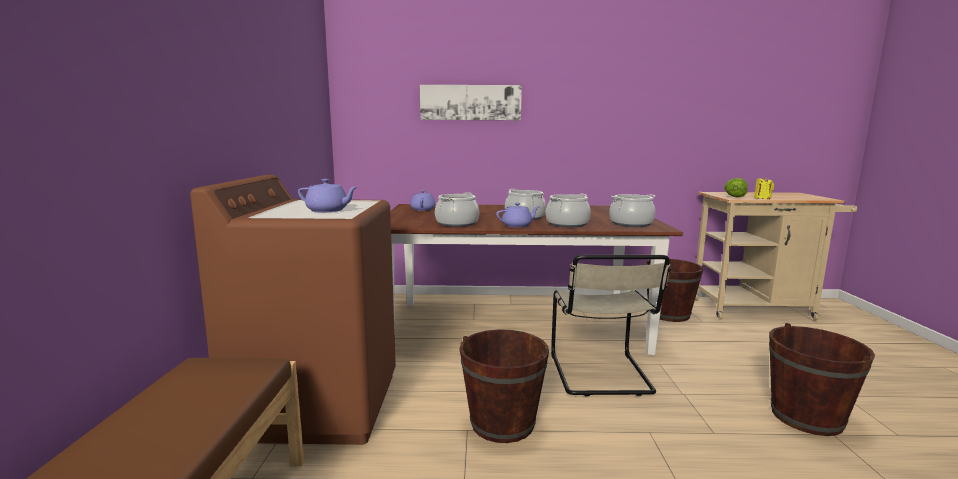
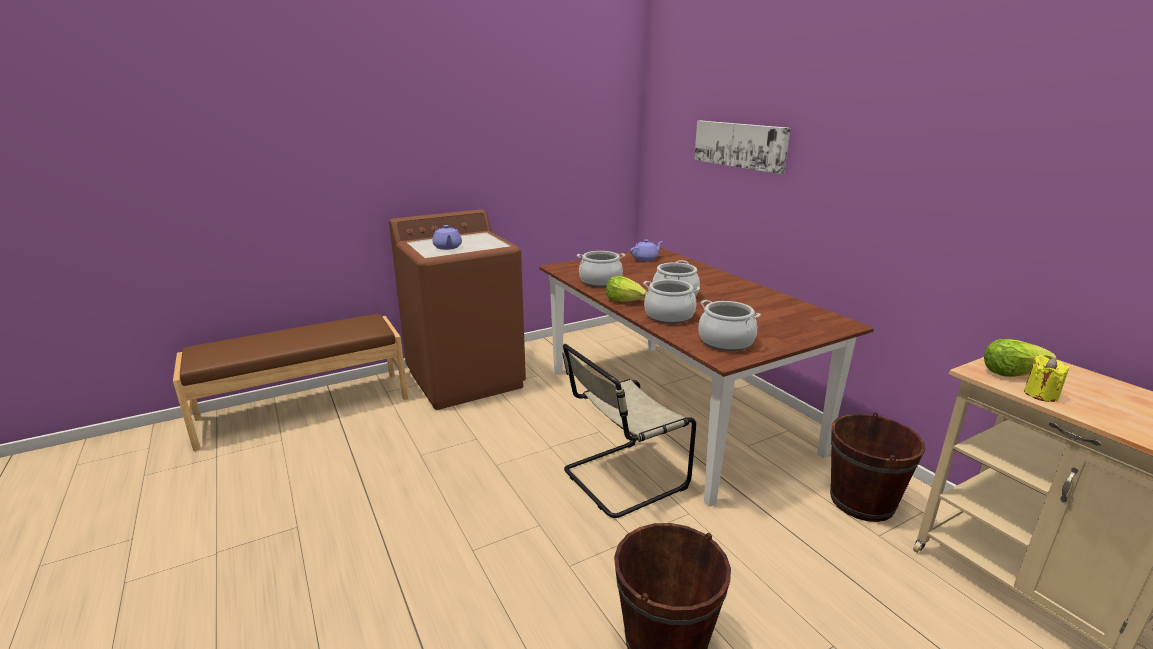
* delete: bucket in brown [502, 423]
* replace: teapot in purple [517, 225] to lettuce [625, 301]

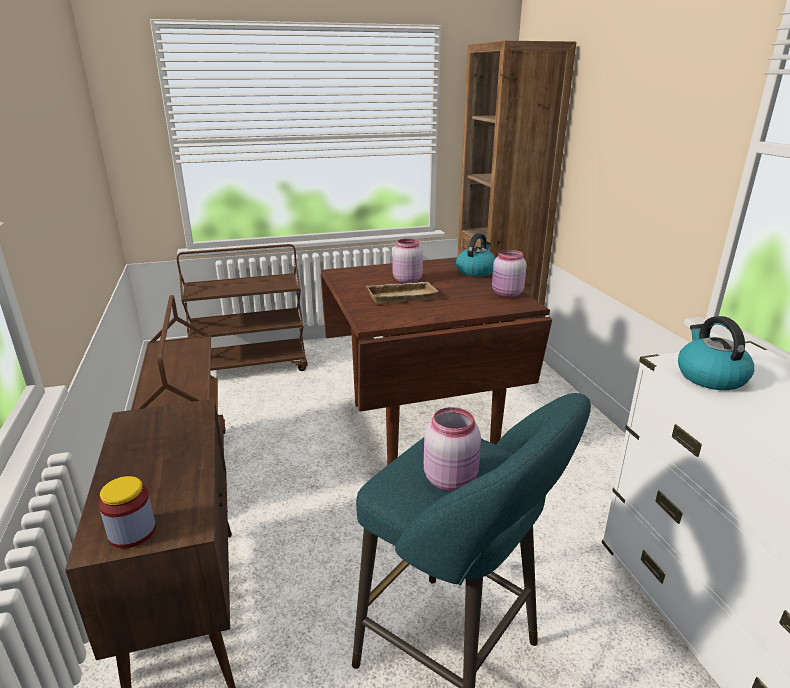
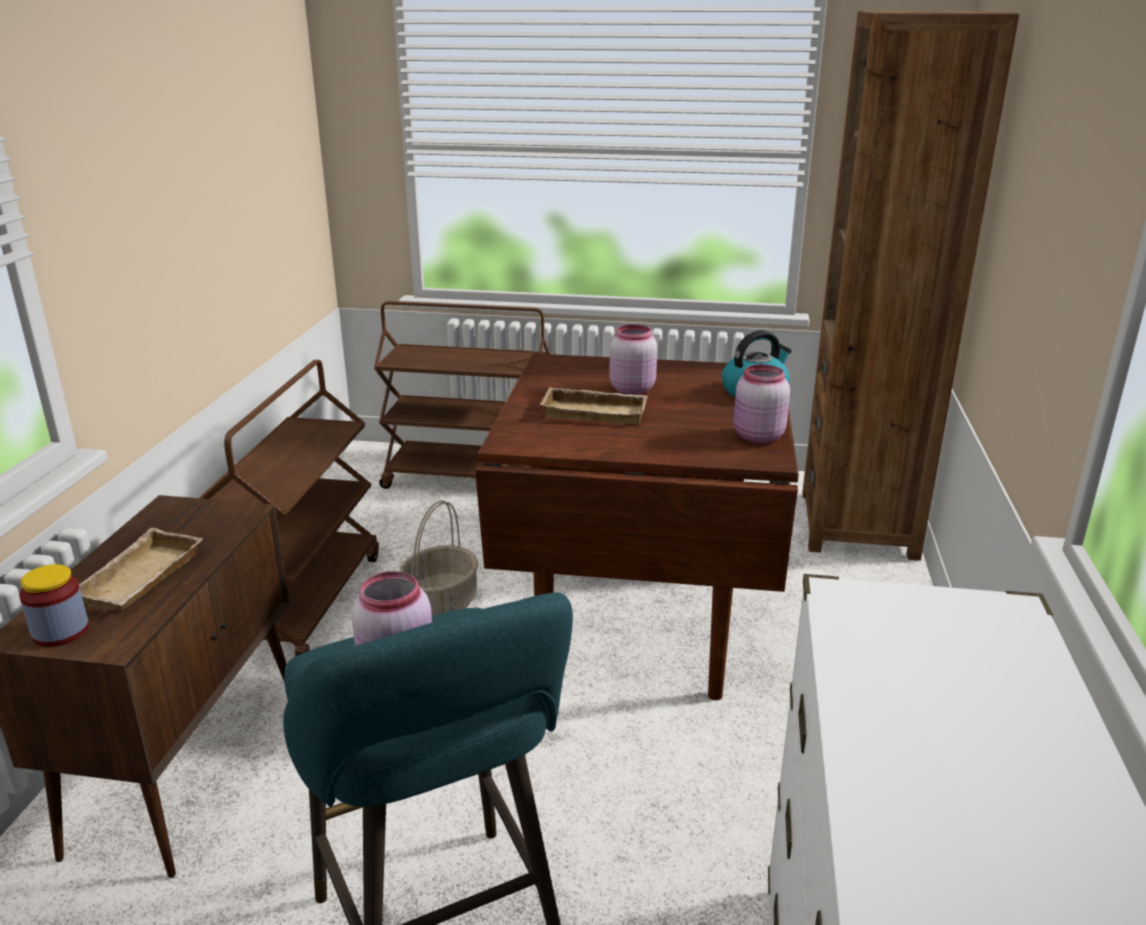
* delete: kettle [709, 376]
* insert: tray in beige [142, 580]
* insert: basket [440, 602]

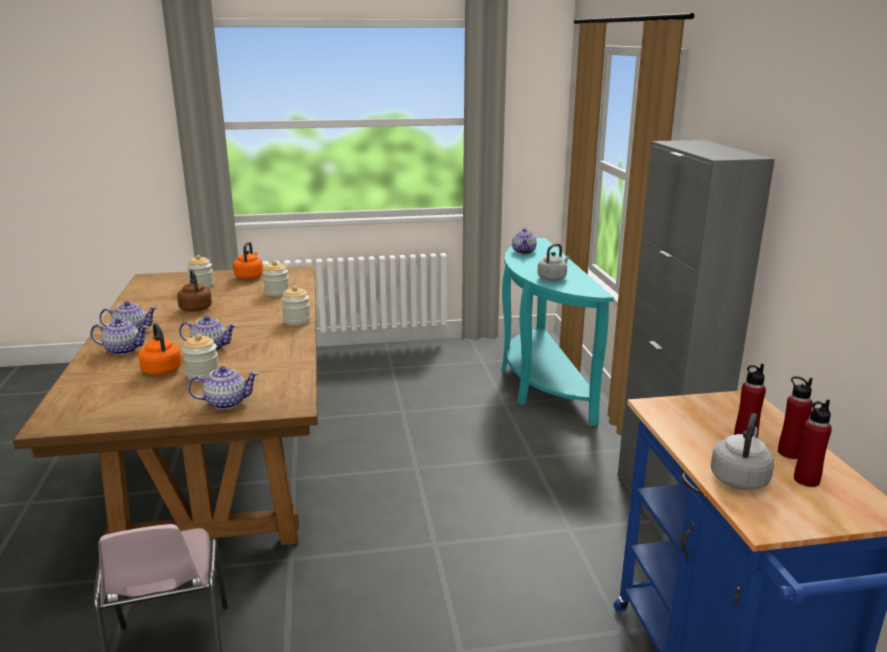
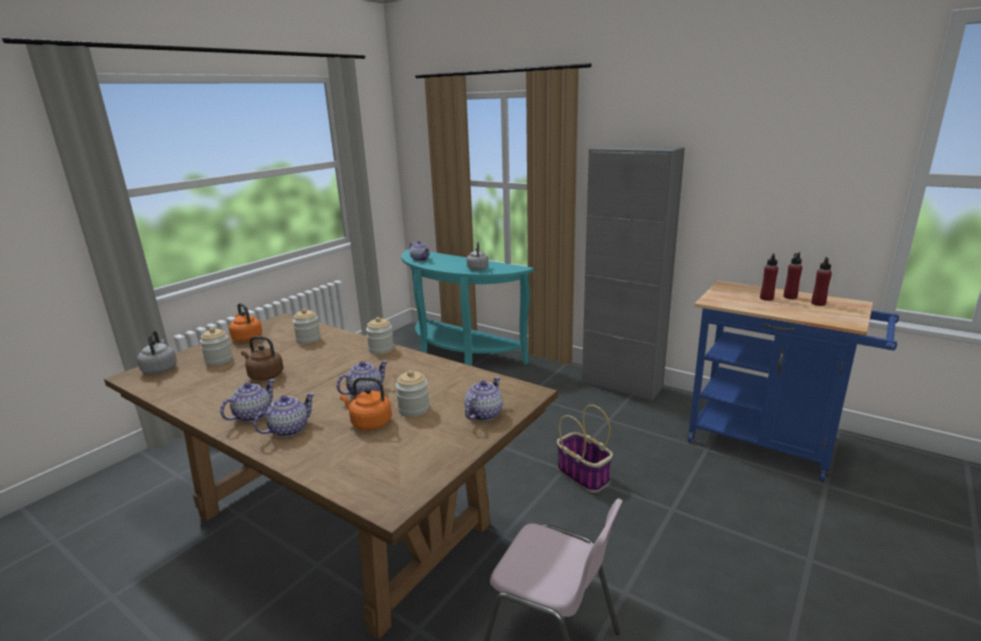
* insert: basket [584, 475]
* move: kettle in grey [739, 478] to [160, 369]

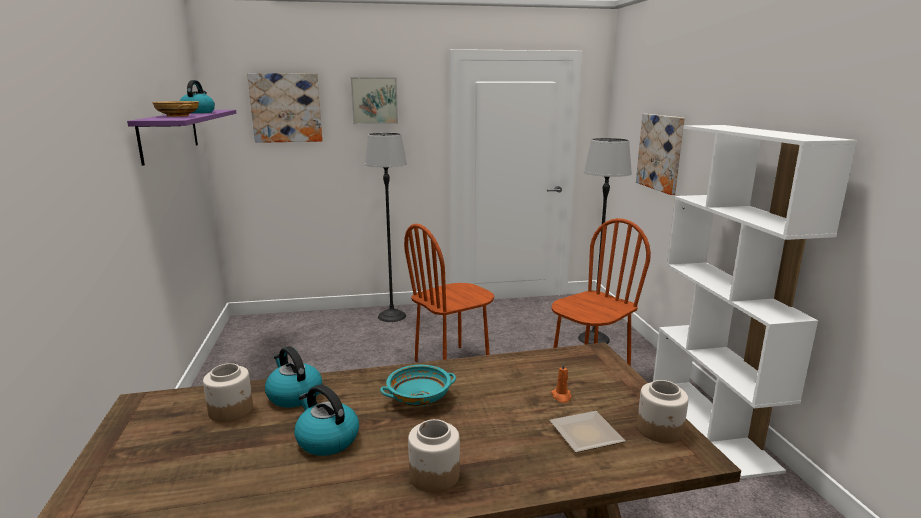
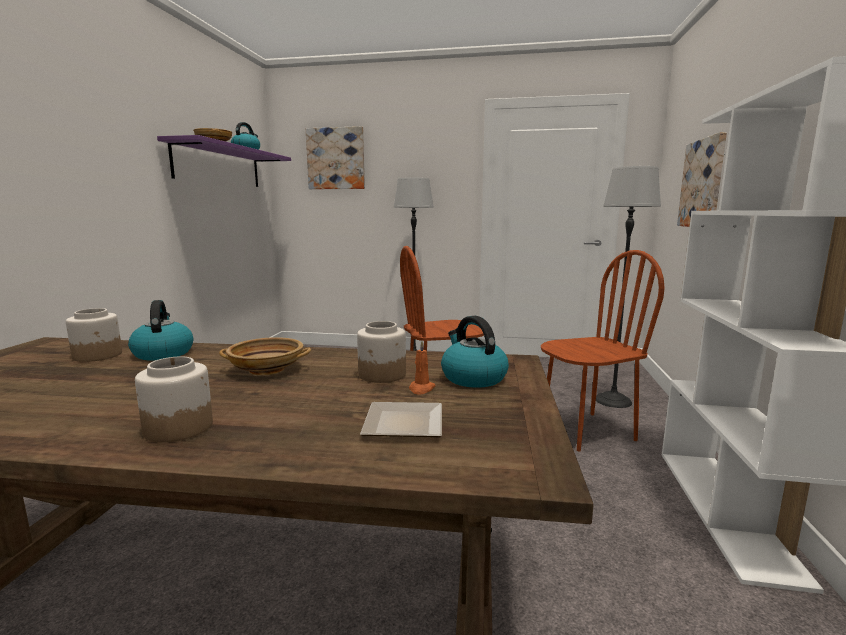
* delete: picture [374, 100]
* move: kettle [326, 439] to [472, 377]
* move: jar [660, 430] to [382, 375]
* recolor: bowl in turquoise [419, 398] to bowl in beige [268, 369]

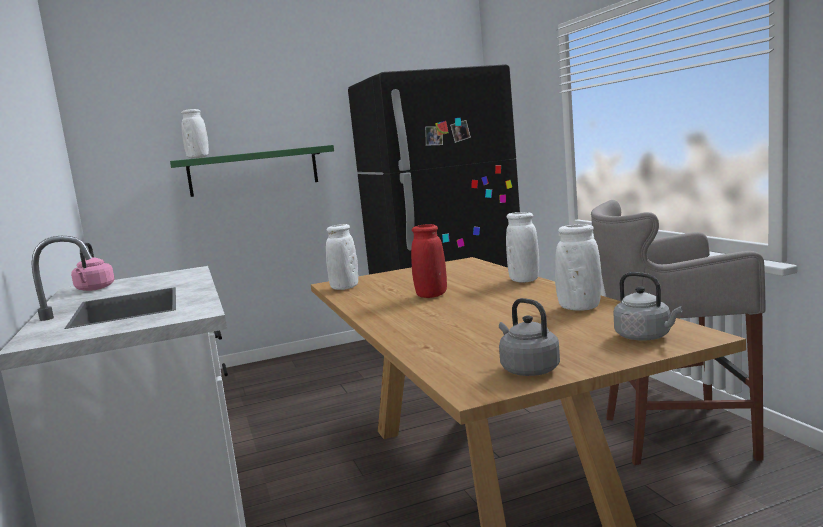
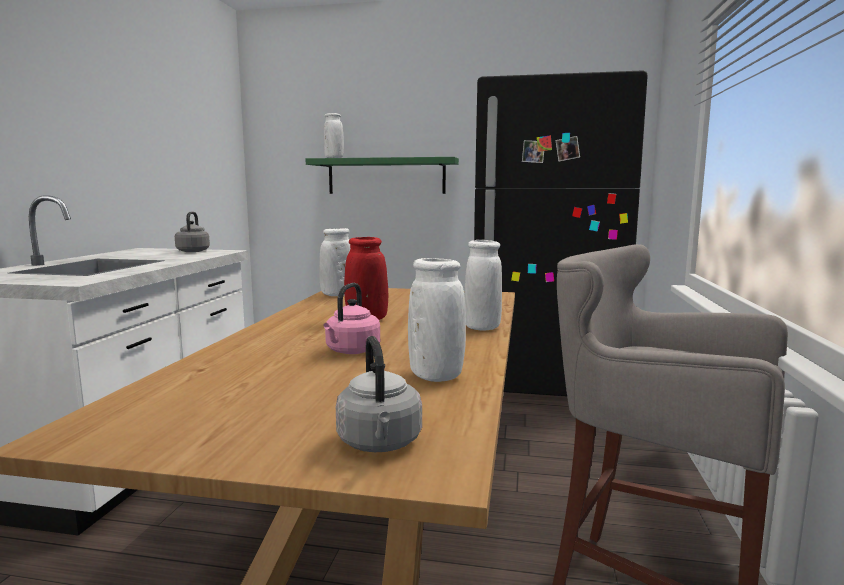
* move: kettle in pink [94, 289] to [351, 351]
* move: kettle in grey [528, 369] to [194, 251]

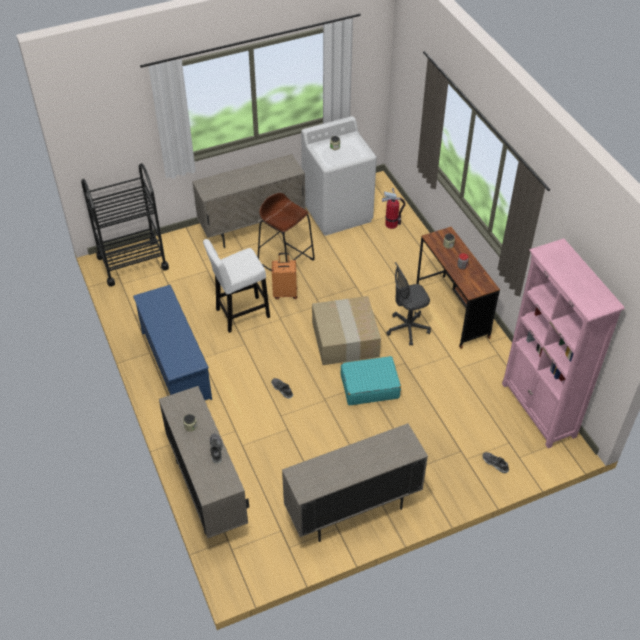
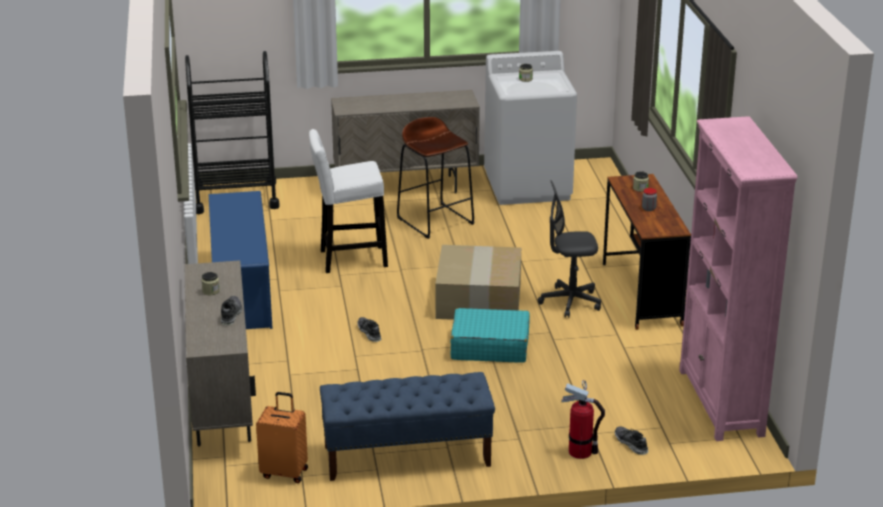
* move: suitcase in orange [285, 293] to [285, 472]
* move: fire extinguisher [391, 224] to [580, 452]
* replace: cabinet in beige [352, 510] to bench in blue [406, 456]

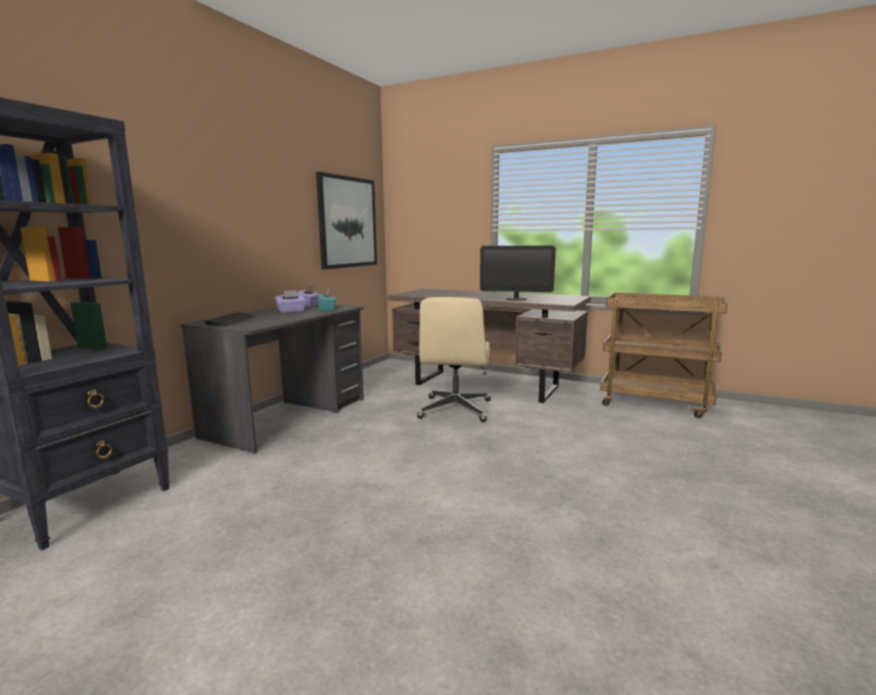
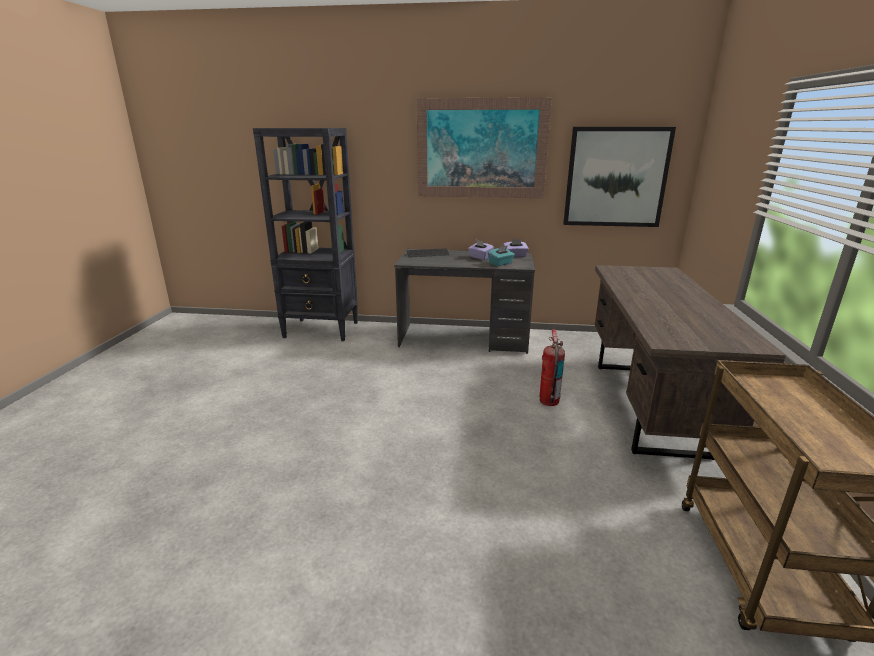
* delete: monitor [516, 299]
* insert: picture [481, 149]
* replace: office chair in beige [455, 410] to fire extinguisher [548, 401]

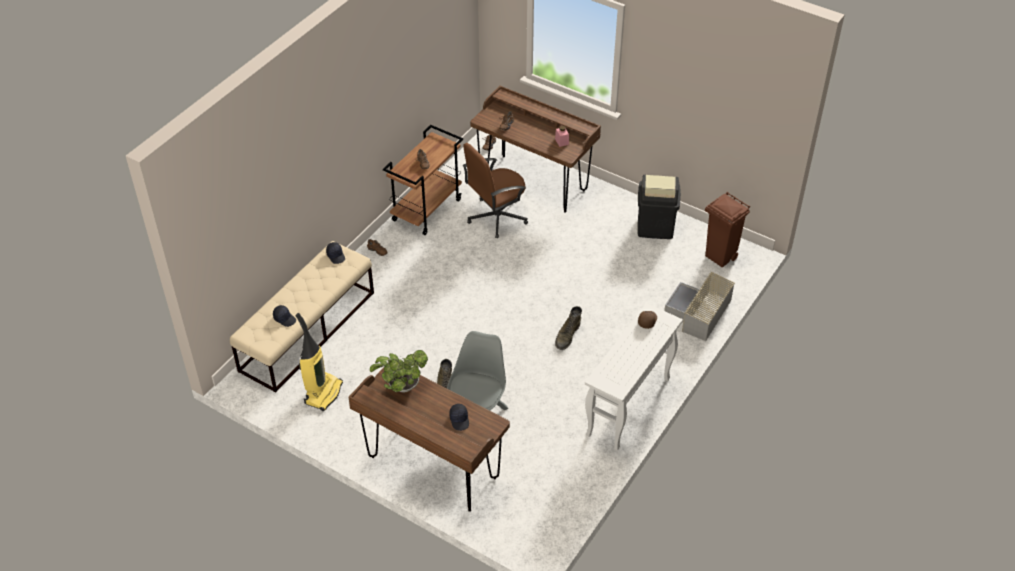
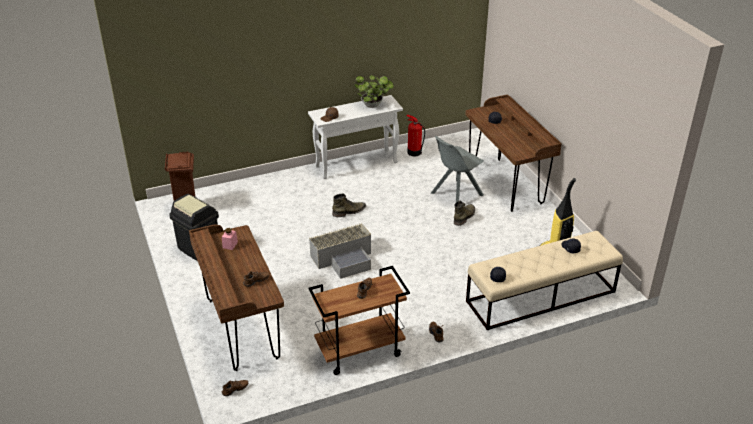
* delete: office chair in brown [496, 217]
* insert: fire extinguisher [414, 152]
* move: potted plant [401, 387] to [373, 105]
* move: storage box in grey [698, 313] to [344, 258]

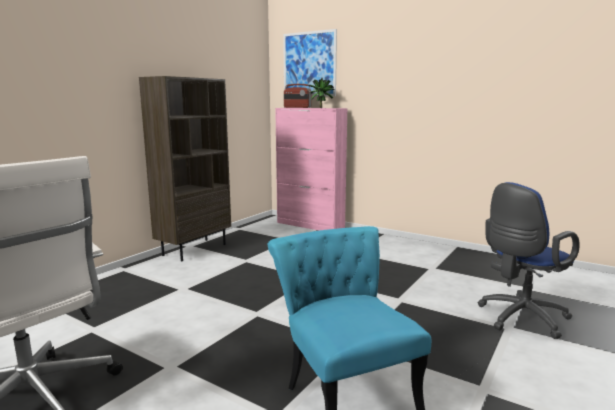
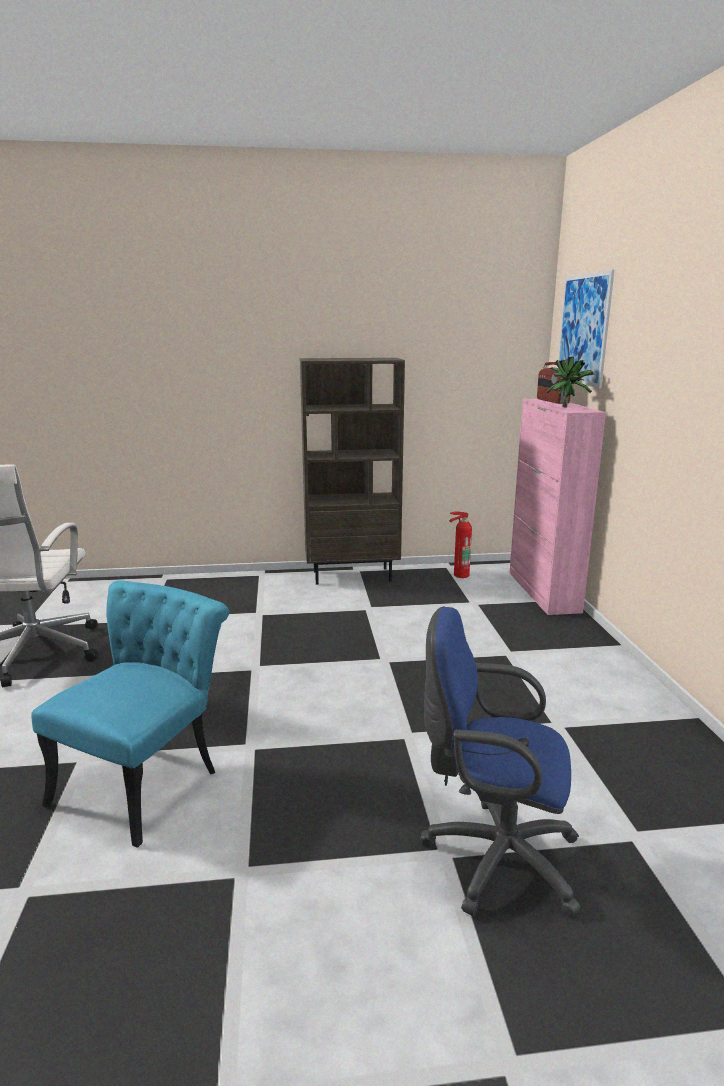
* insert: fire extinguisher [459, 575]

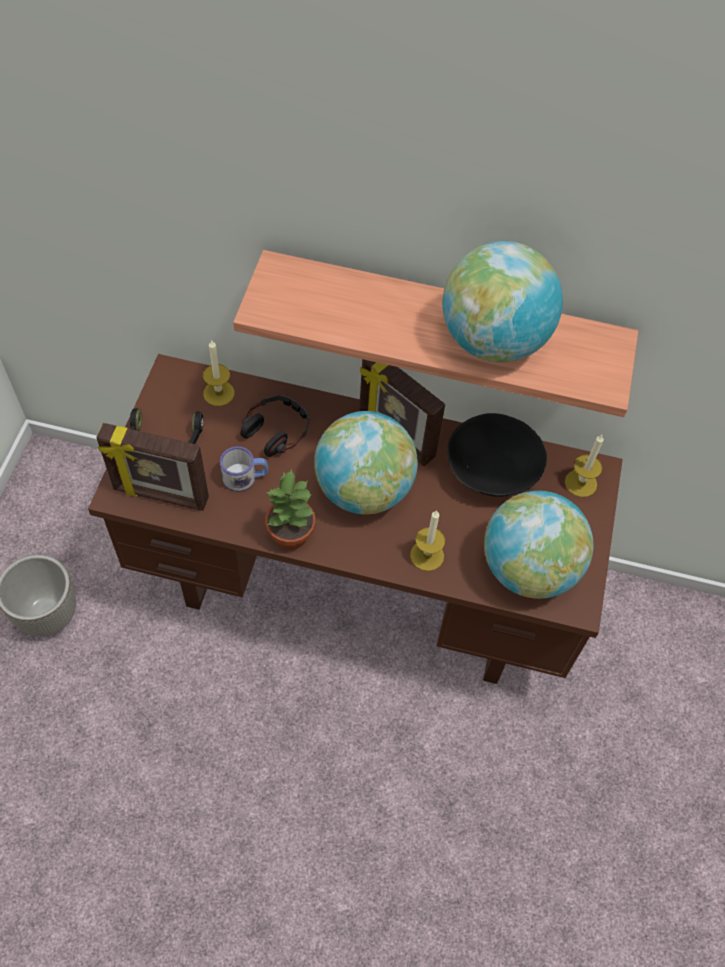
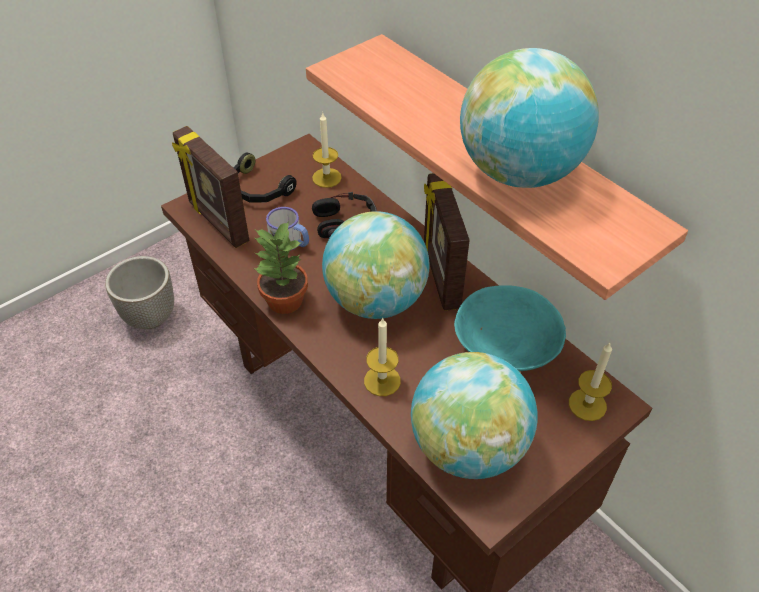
* recolor: bowl in black [491, 470] to bowl in turquoise [505, 346]

